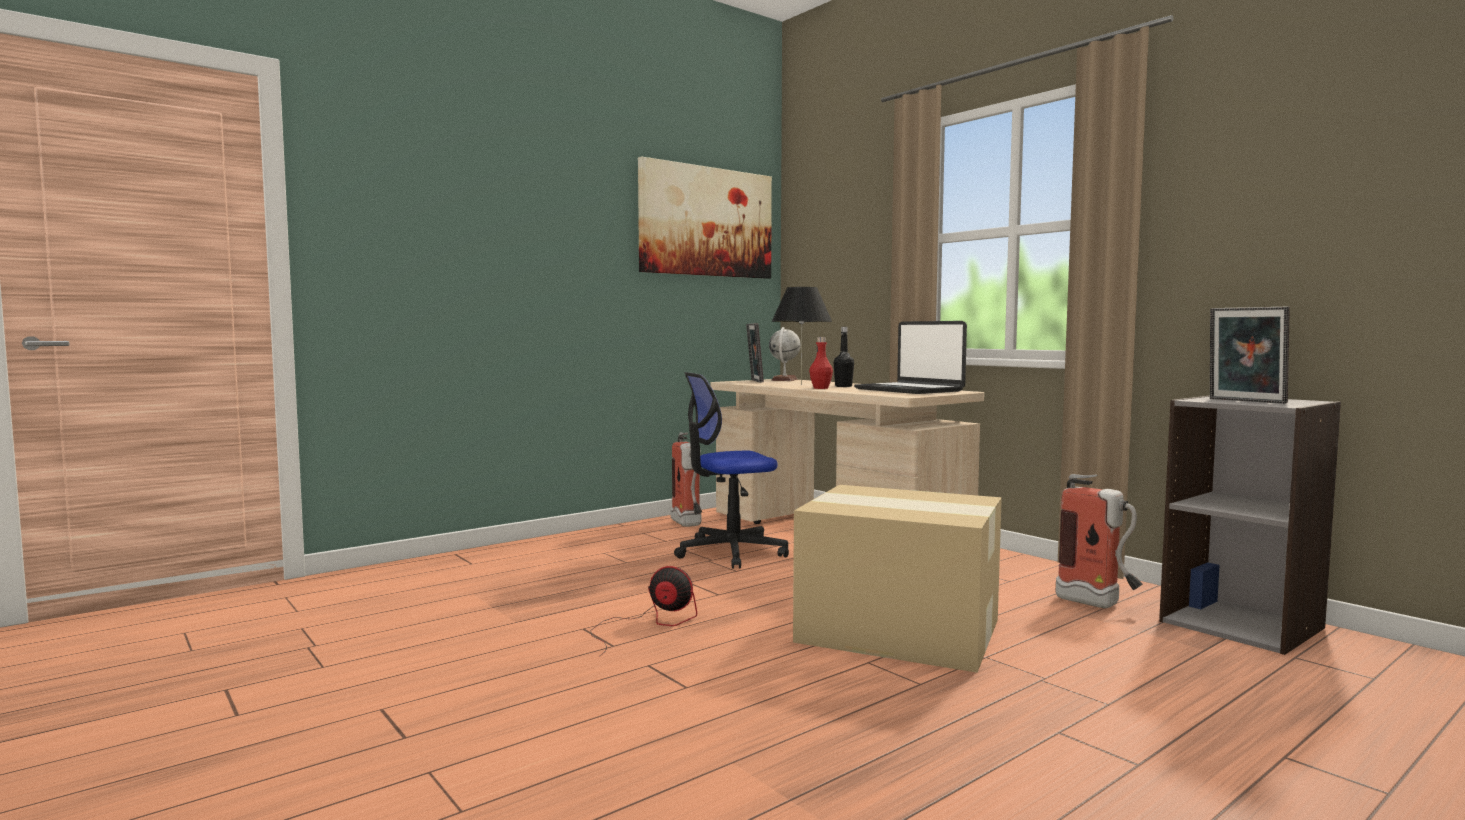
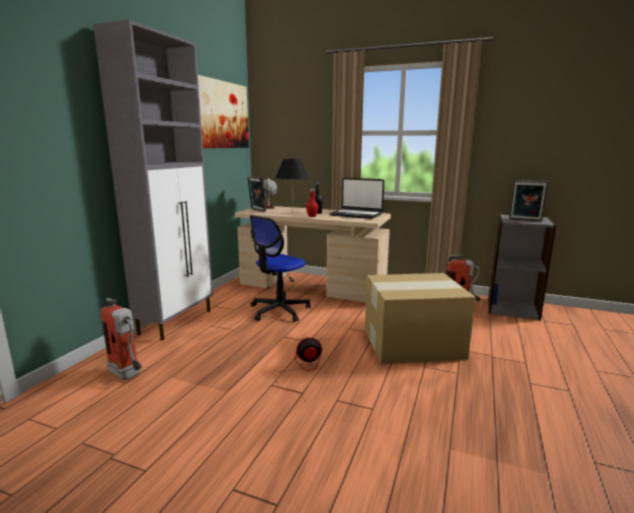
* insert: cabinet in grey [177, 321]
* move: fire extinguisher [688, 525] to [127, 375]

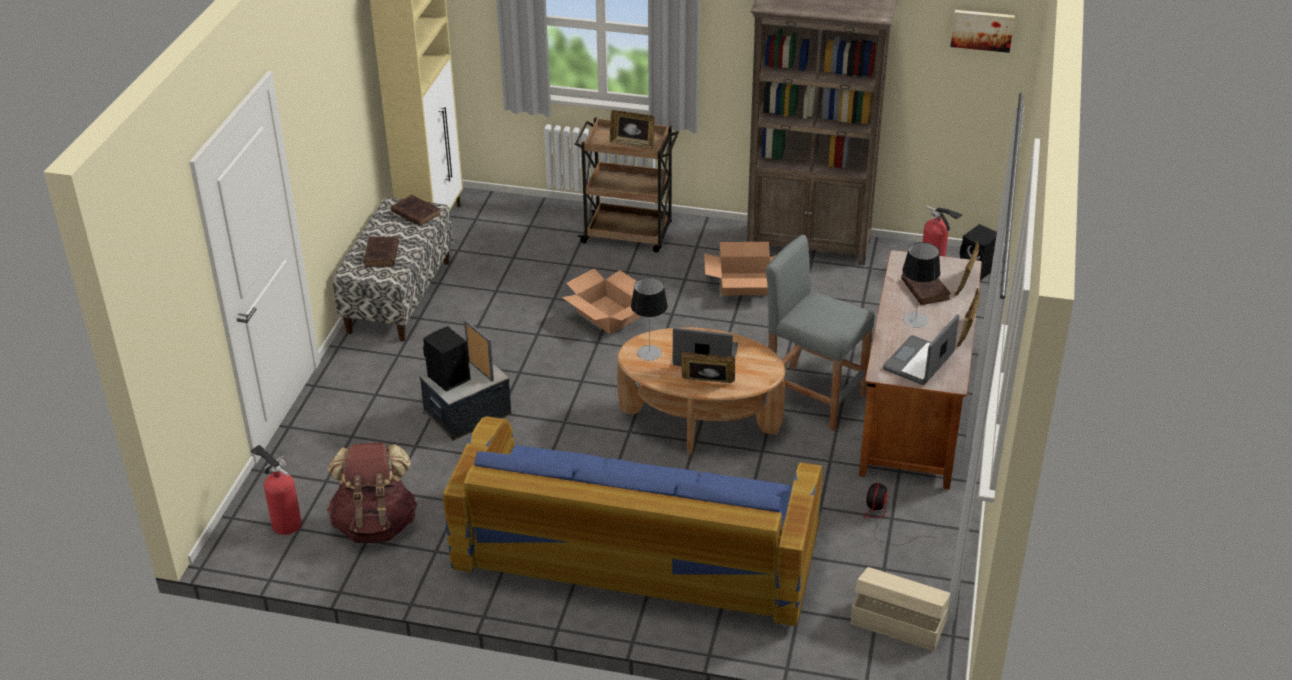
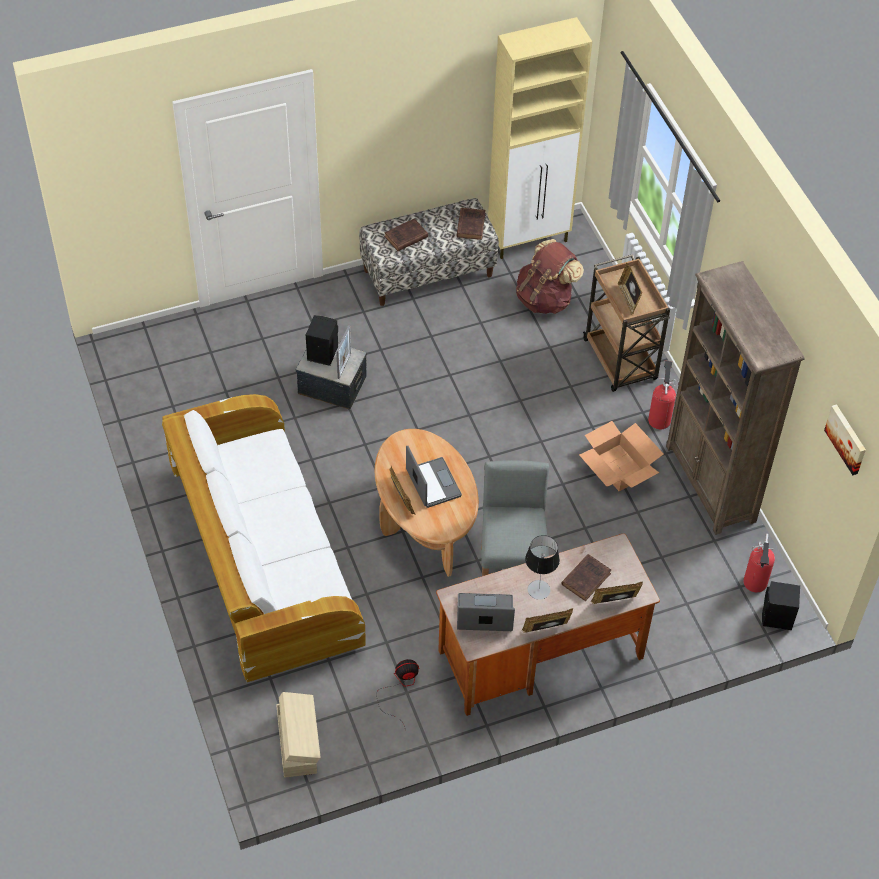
* delete: cardboard box [608, 314]
* delete: table lamp [649, 353]
* move: fire extinguisher [284, 523] to [659, 418]
* move: backpack in brown [375, 524] to [545, 299]
* recolor: sofa in blue [636, 552] to sofa in white [262, 556]

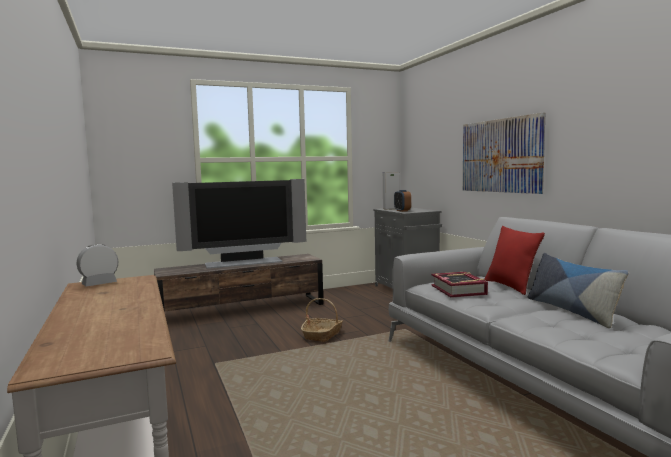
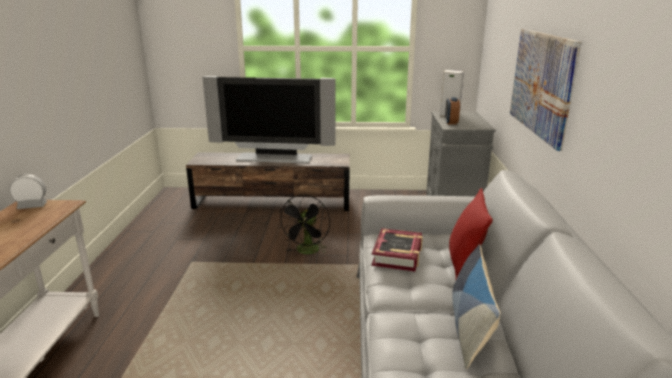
* replace: basket [322, 335] to fan in black [307, 252]

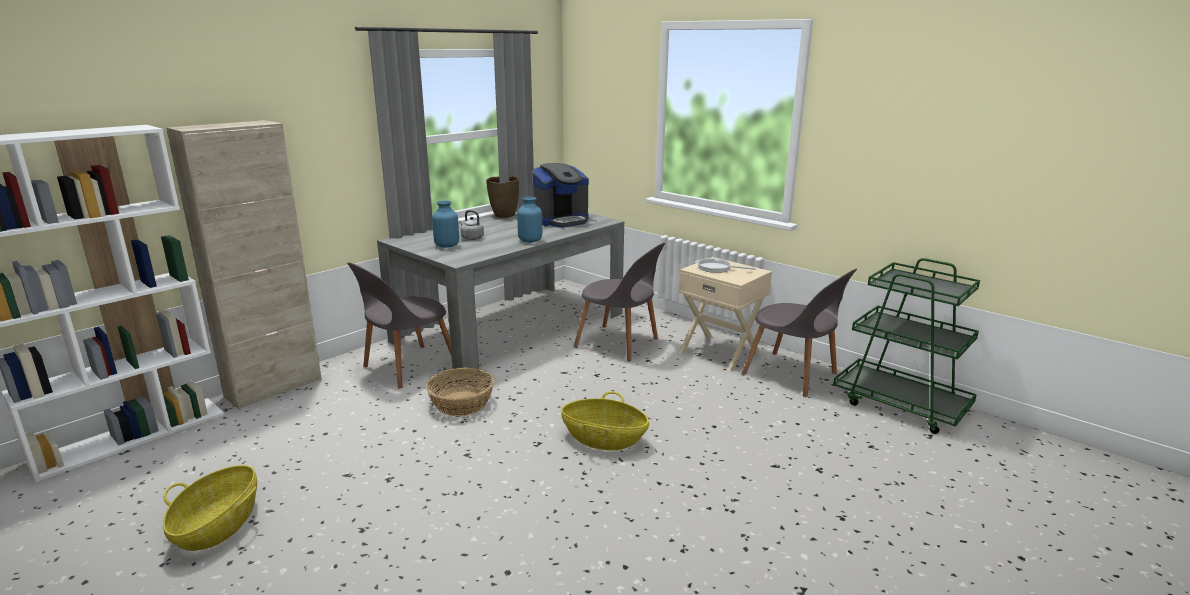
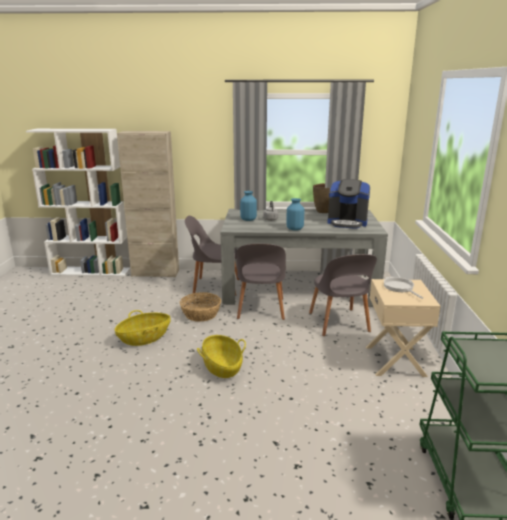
* move: basket [218, 526] to [144, 338]
* move: chair in grey [793, 375] to [260, 310]

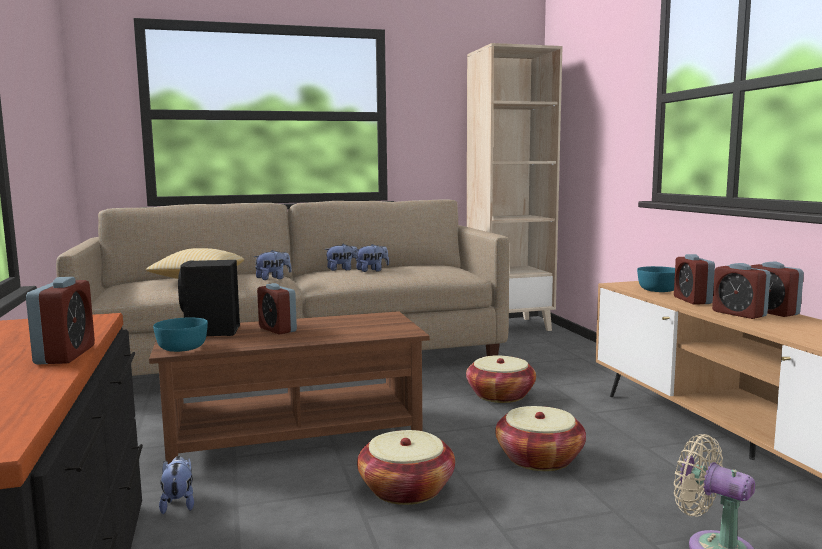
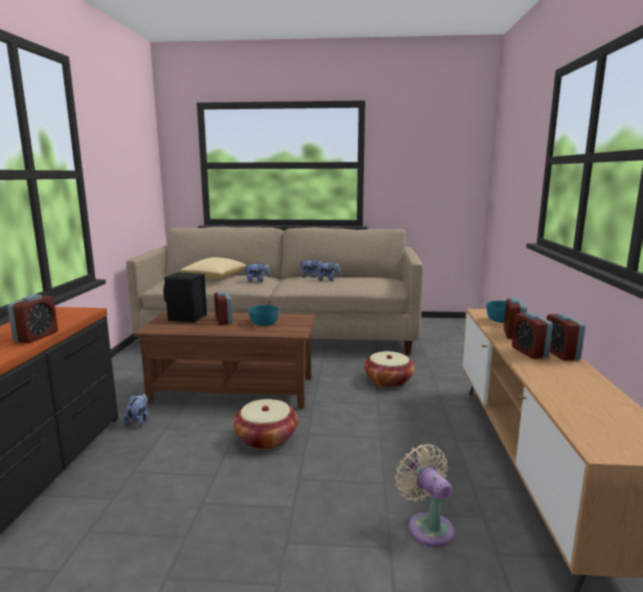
* delete: bookcase in beige [509, 326]
* delete: basket [539, 459]
* move: bowl in turquoise [183, 348] to [264, 323]

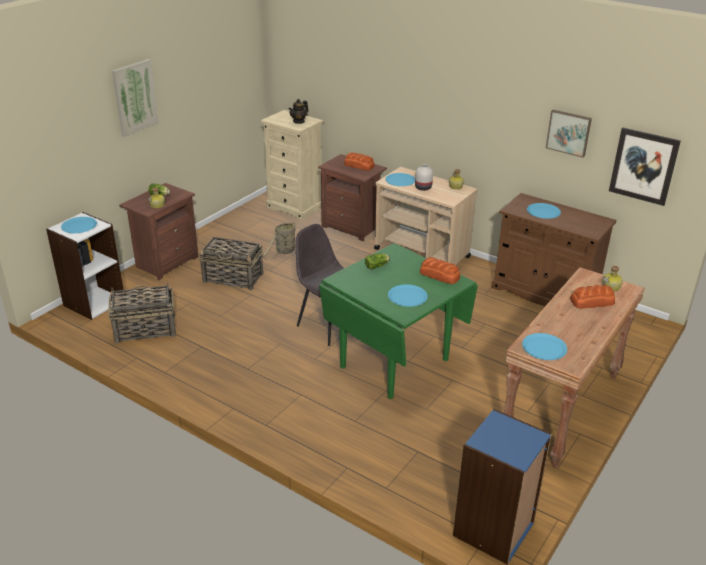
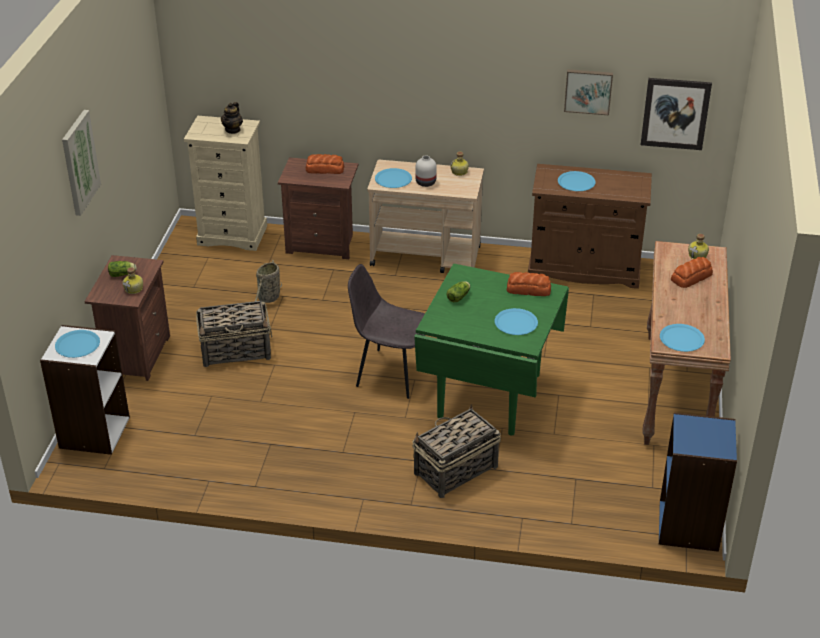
* move: basket [144, 329] to [455, 470]

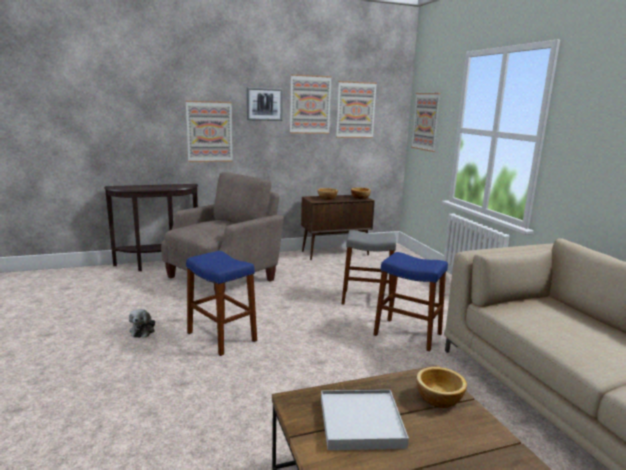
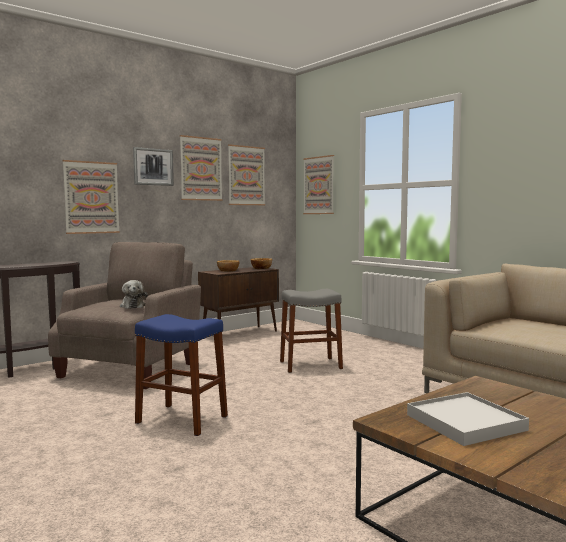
* delete: stool in blue [407, 334]
* delete: bowl [439, 398]
* move: plush toy [143, 330] to [132, 306]

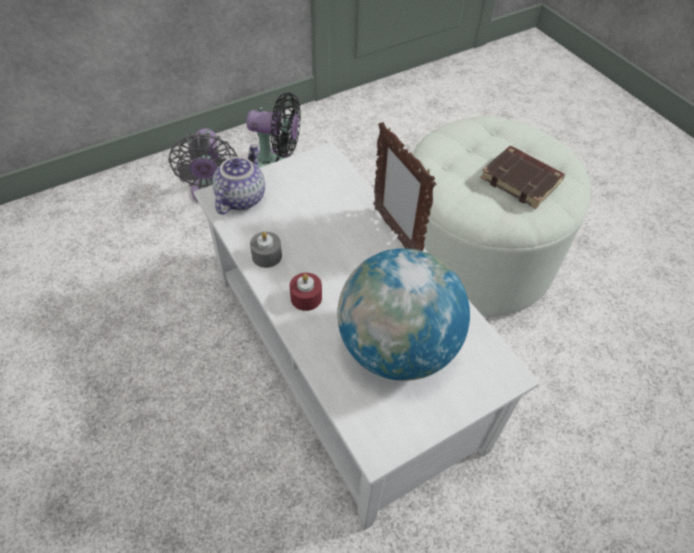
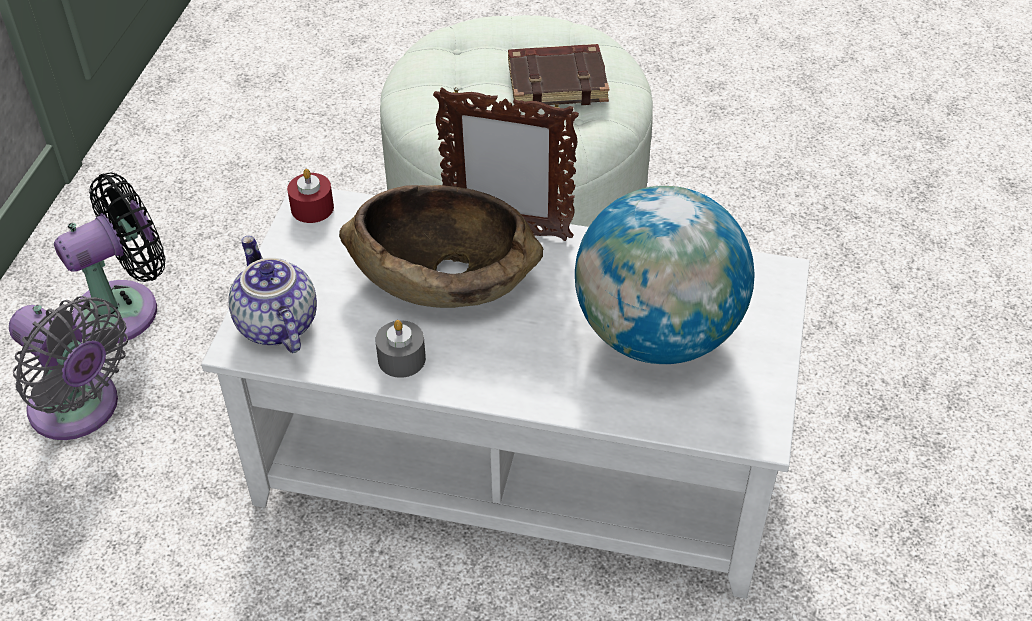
* insert: bowl in brown [444, 277]
* move: candle in red [306, 297] to [312, 208]

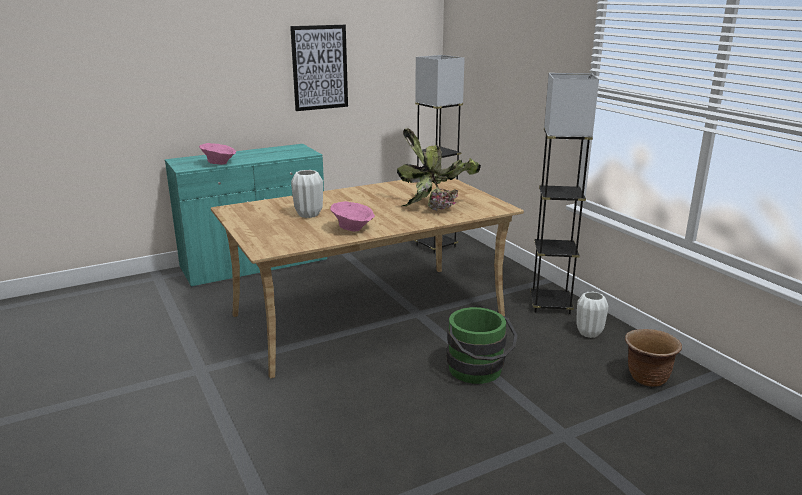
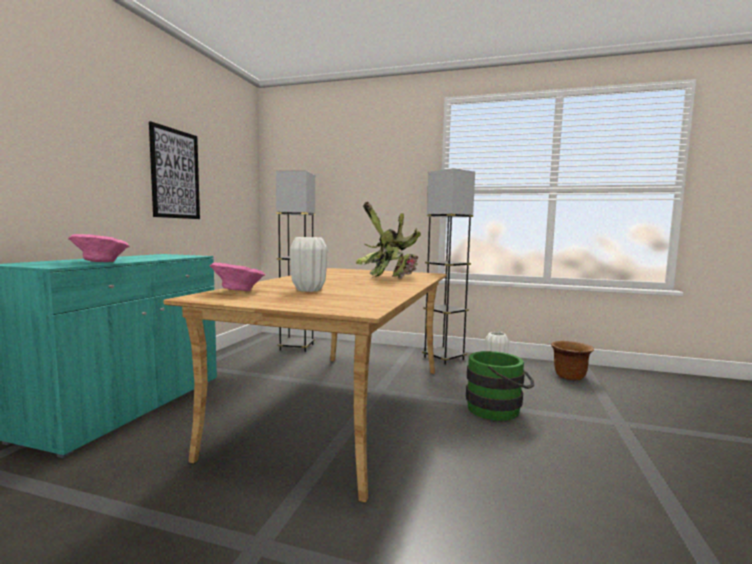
* move: bowl in pink [353, 229] to [239, 291]

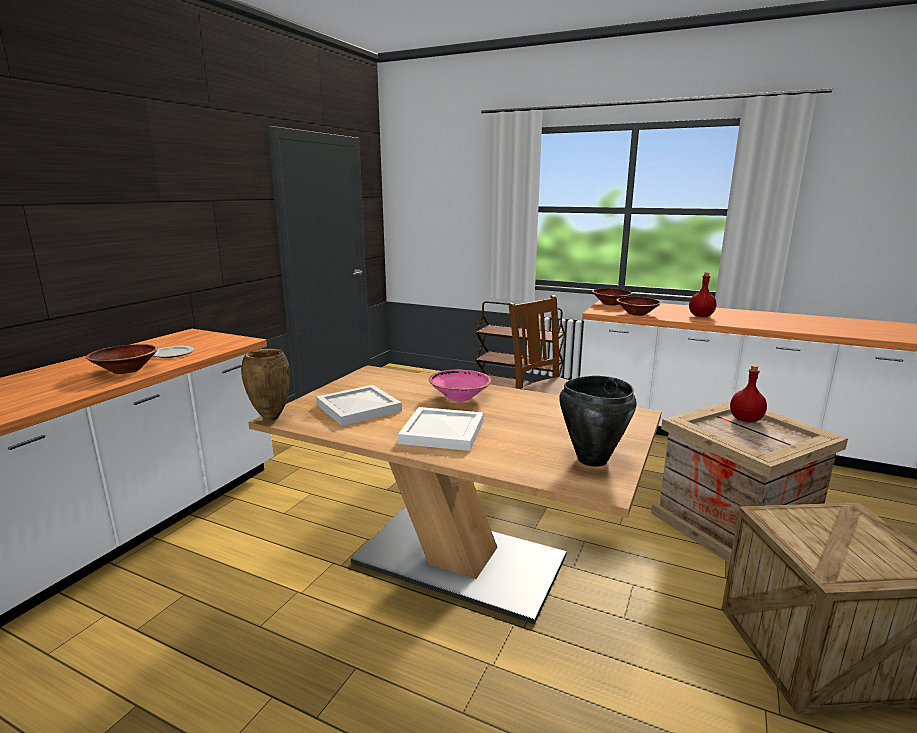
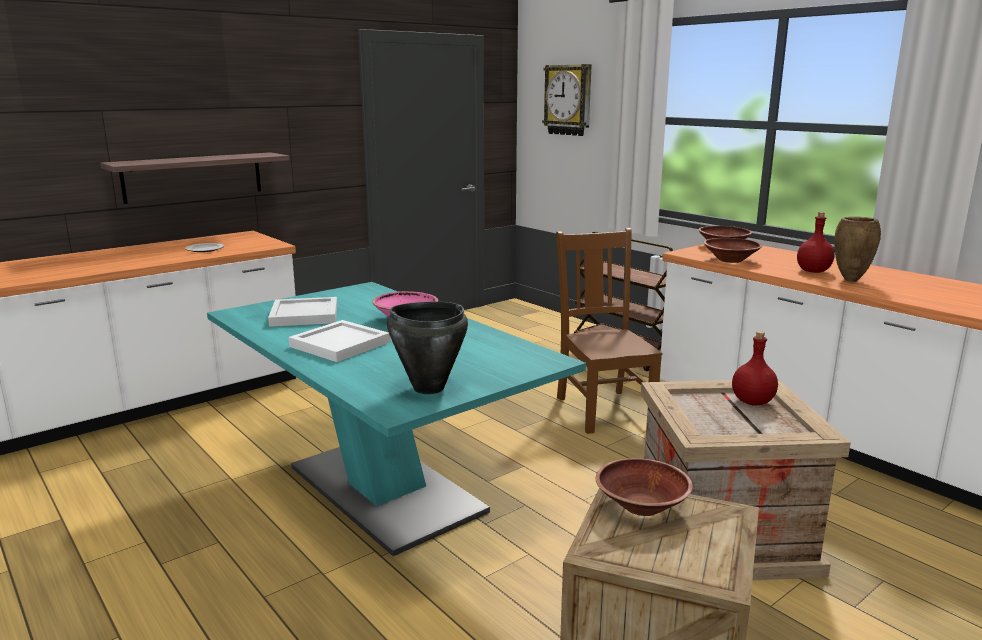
* insert: shelf [193, 177]
* insert: wall clock [568, 100]
* move: bowl in brown [126, 370] to [642, 506]
* move: vase in brown [270, 418] to [849, 280]
* recolor: dining table in brown [459, 559] to dining table in turquoise [385, 489]

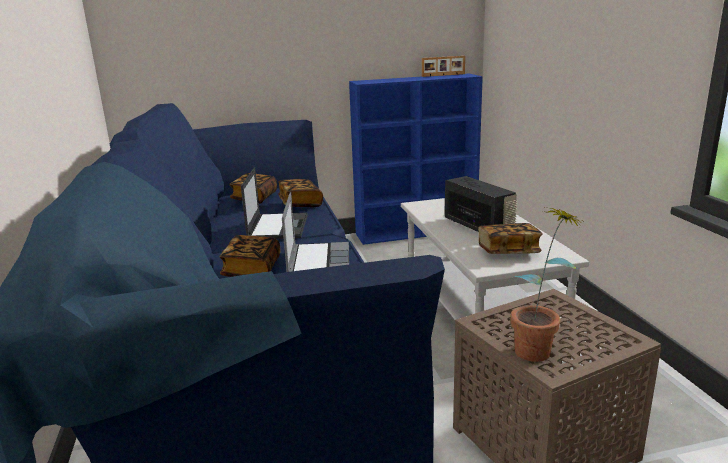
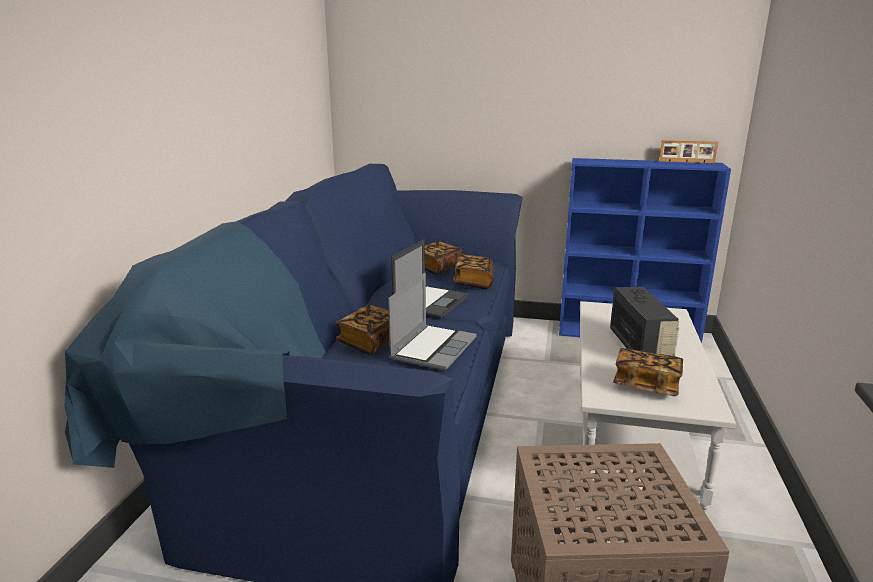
* delete: potted plant [539, 348]

